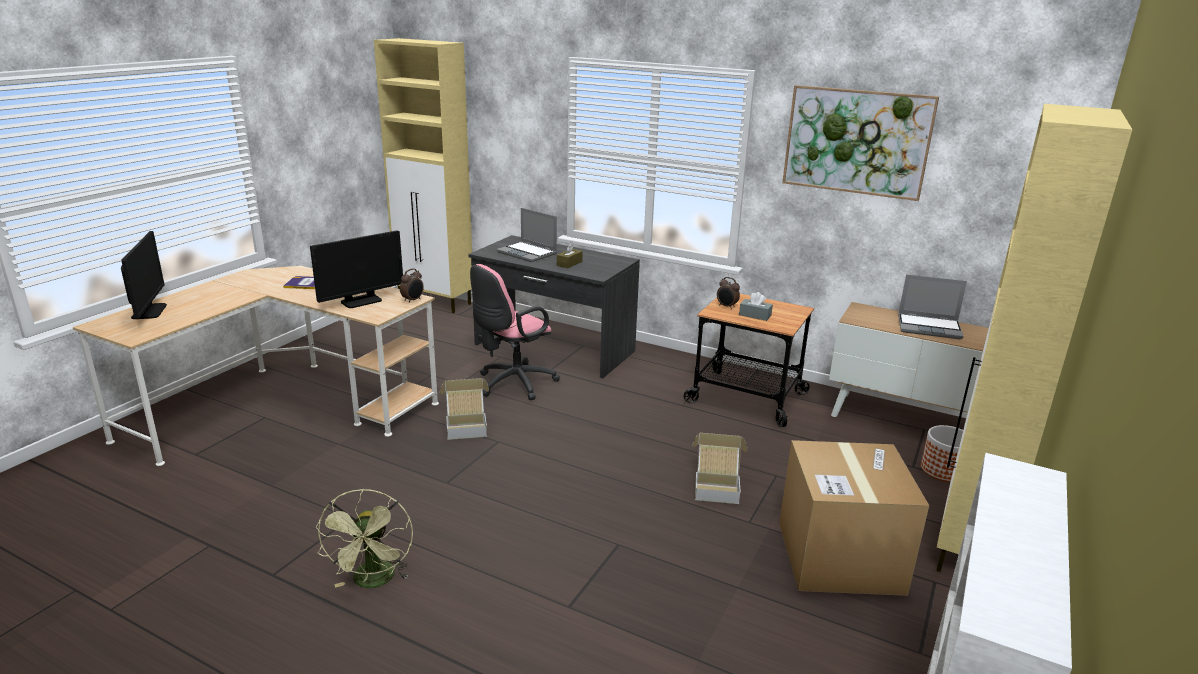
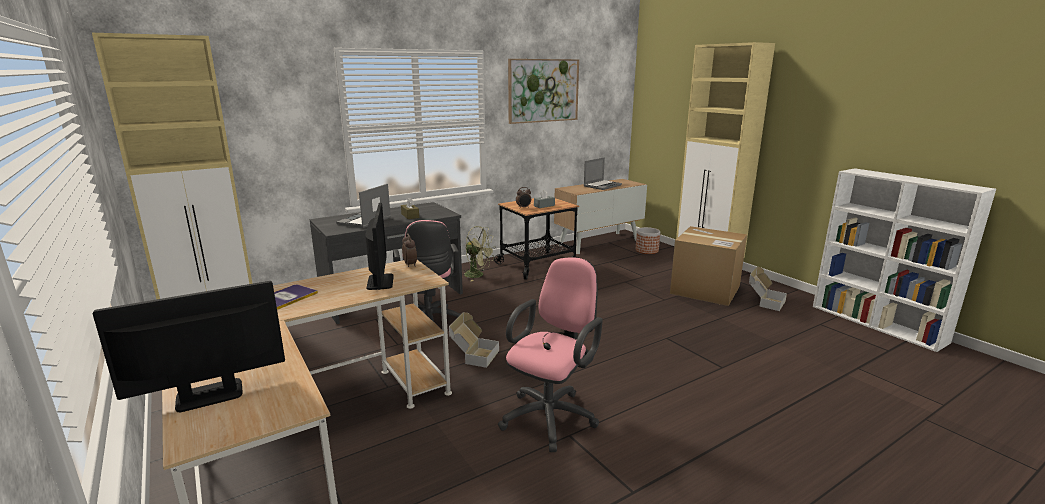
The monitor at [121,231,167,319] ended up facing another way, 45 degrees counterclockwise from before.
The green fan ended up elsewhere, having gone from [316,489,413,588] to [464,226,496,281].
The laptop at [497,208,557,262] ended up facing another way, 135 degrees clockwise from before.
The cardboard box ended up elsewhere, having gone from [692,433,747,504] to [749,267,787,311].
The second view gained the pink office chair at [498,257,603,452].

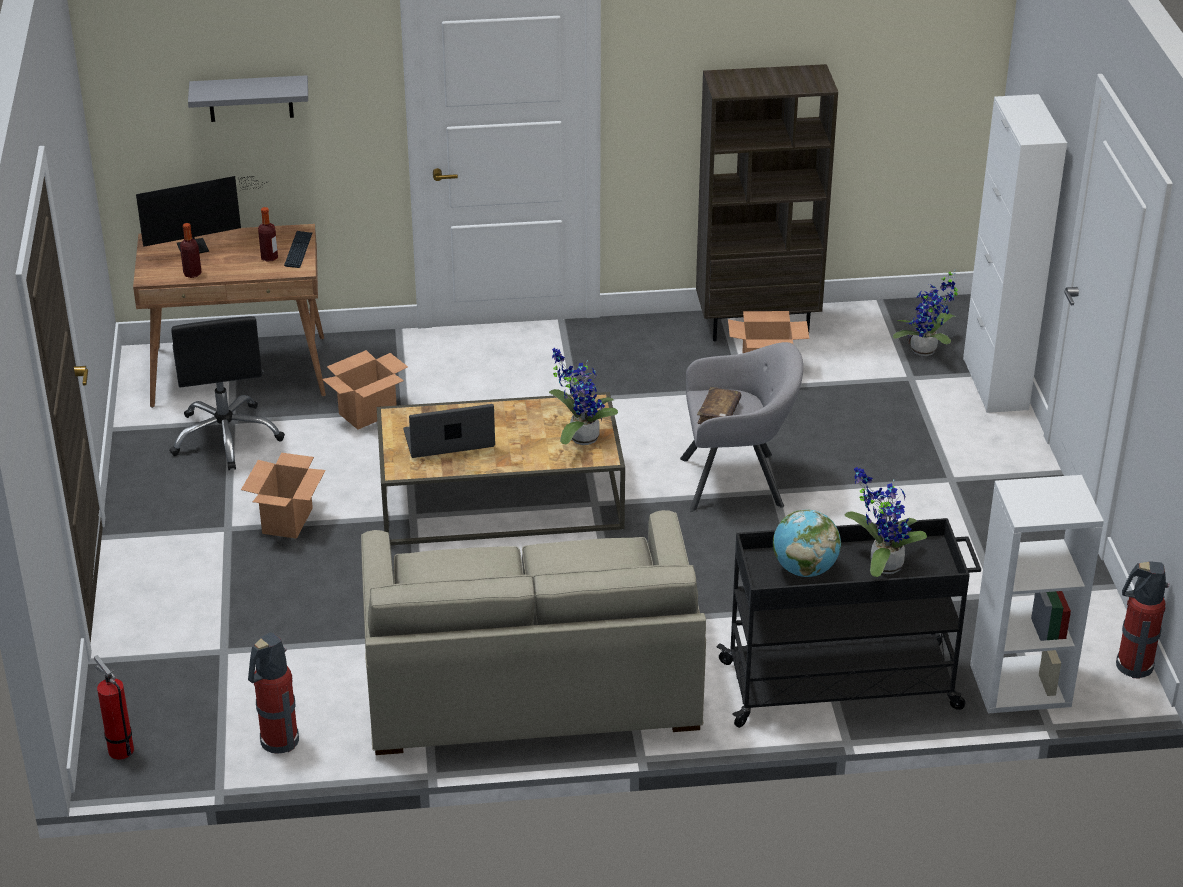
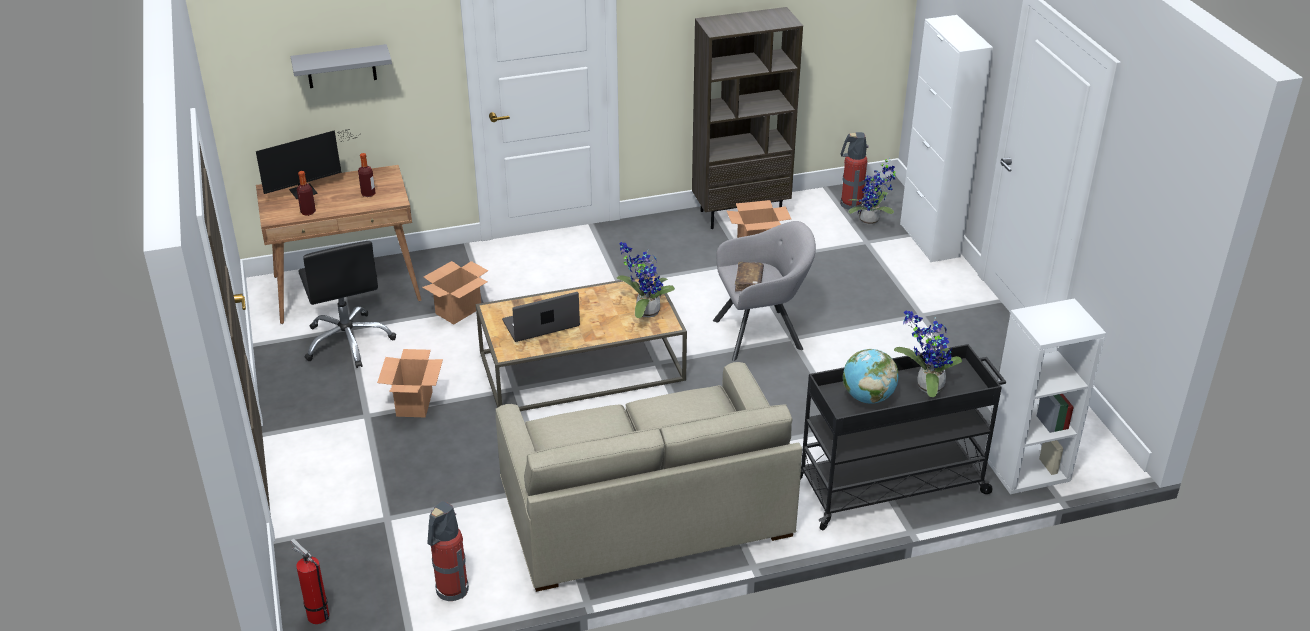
The second view lost the keyboard at [284,231,312,268].
The fire extinguisher ended up elsewhere, having gone from [1116,561,1169,679] to [840,132,869,210].

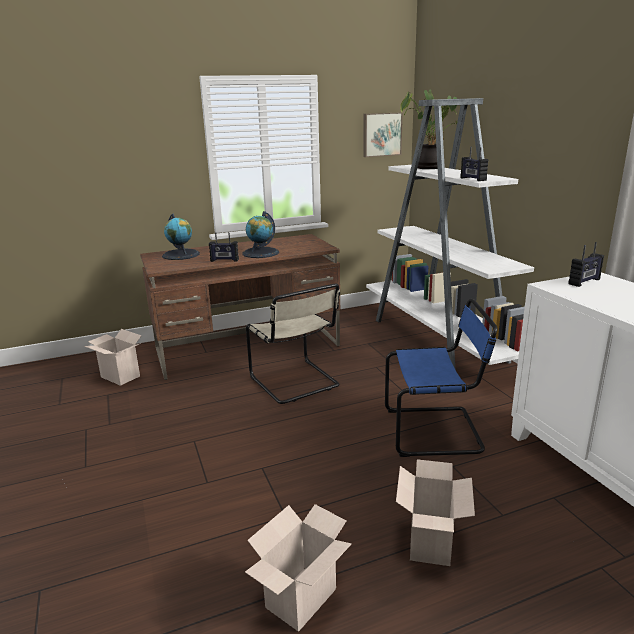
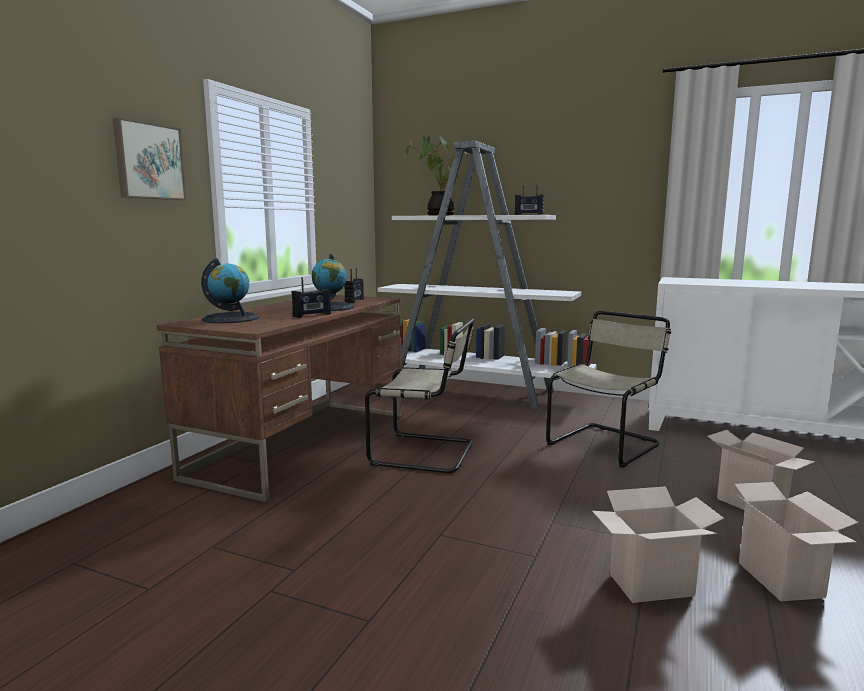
The cardboard box ended up elsewhere, having gone from [84,329,142,386] to [592,486,724,603].
The picture ended up elsewhere, having gone from [363,112,403,157] to [113,117,187,200].
What was the blue chair at [385,299,497,457] turned into the beige chair at [546,311,671,468].
The radio ended up elsewhere, having gone from [569,242,604,287] to [344,268,364,303].

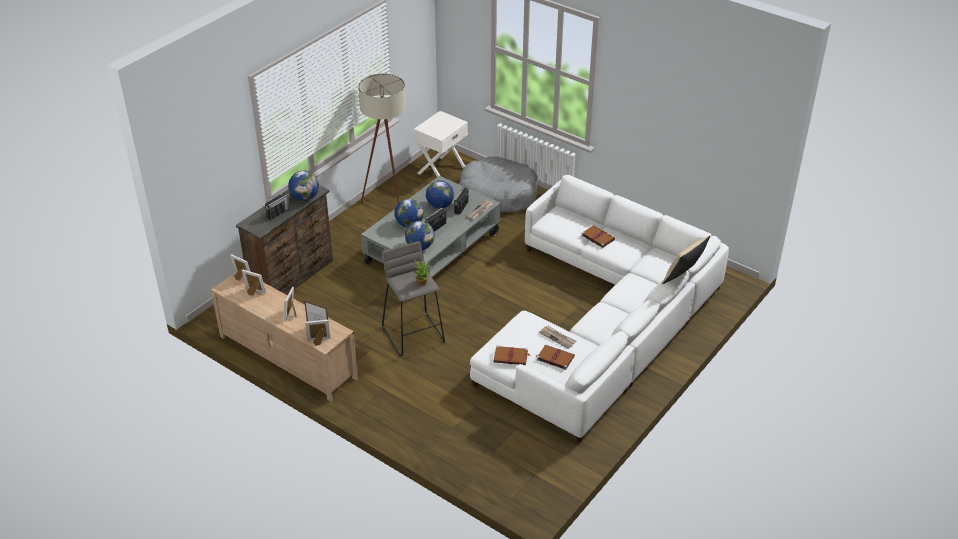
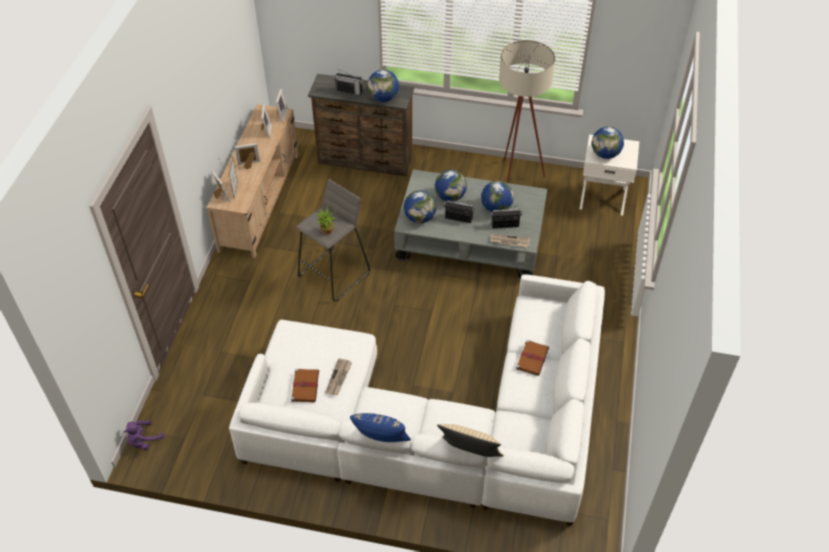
The second view lost the grey dog bed at [459,157,537,213].
The second view lost the brown book at [494,346,530,365].
The second view gained the purple plush toy at [124,420,164,450].
The second view gained the blue pillow at [350,413,411,442].
The second view gained the globe at [591,127,624,159].

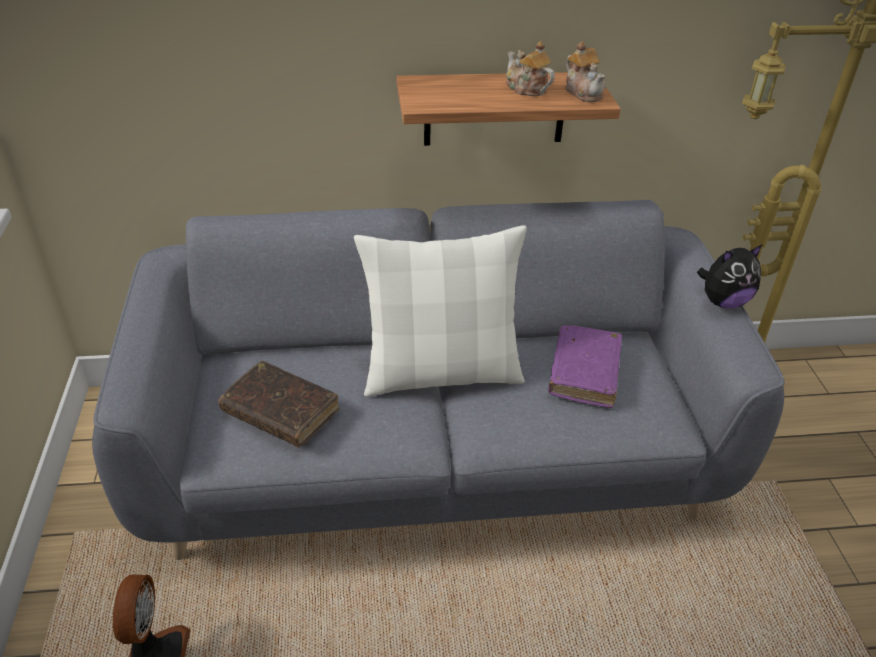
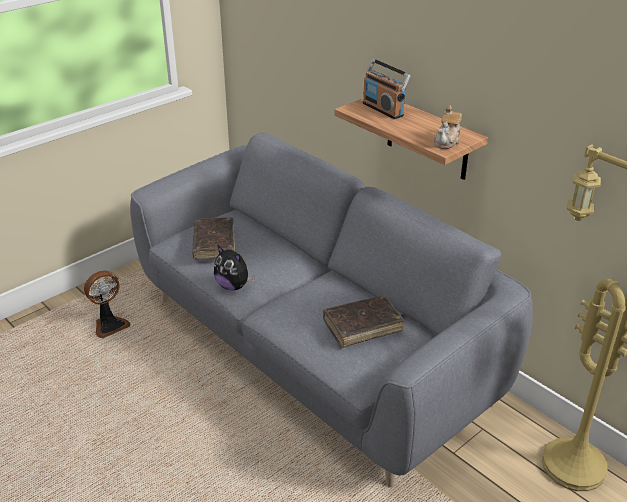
The second view lost the white pillow at [354,225,527,397].
The second view lost the teapot at [506,41,555,96].
What was the purple book at [548,326,622,408] turned into the brown book at [323,296,404,348].
The plush toy ended up elsewhere, having gone from [697,244,763,308] to [214,246,255,290].
The second view gained the radio at [363,59,411,119].

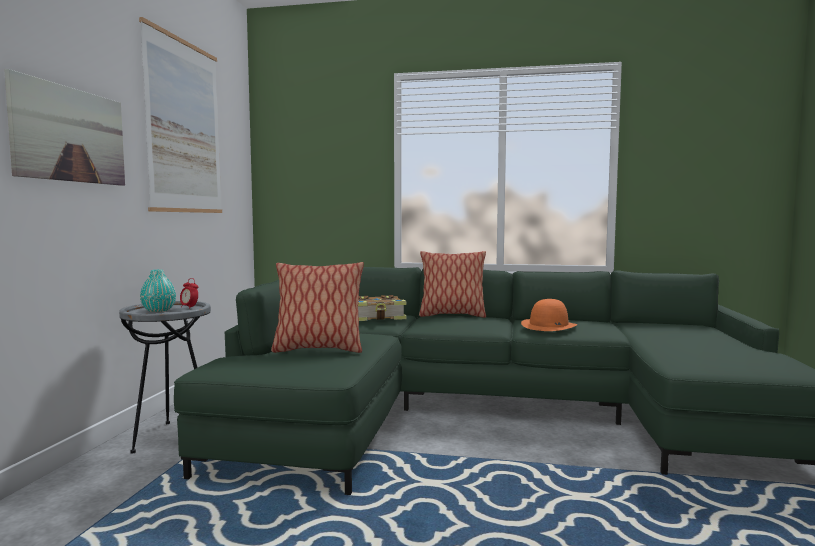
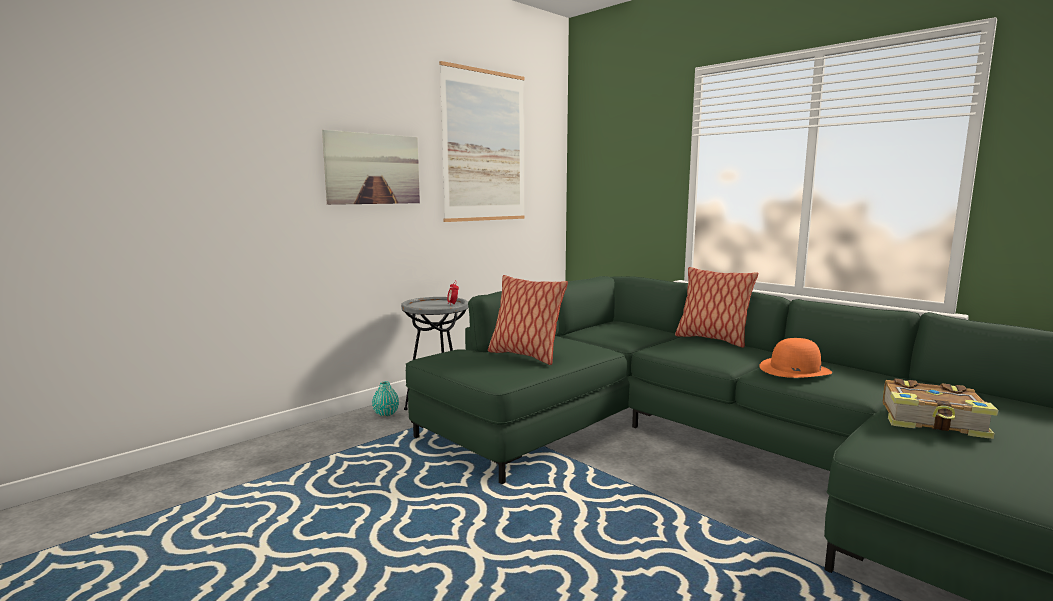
The turquoise vase ended up elsewhere, having gone from [140,270,176,312] to [372,381,399,416].
The book ended up elsewhere, having gone from [358,295,406,321] to [883,379,998,439].

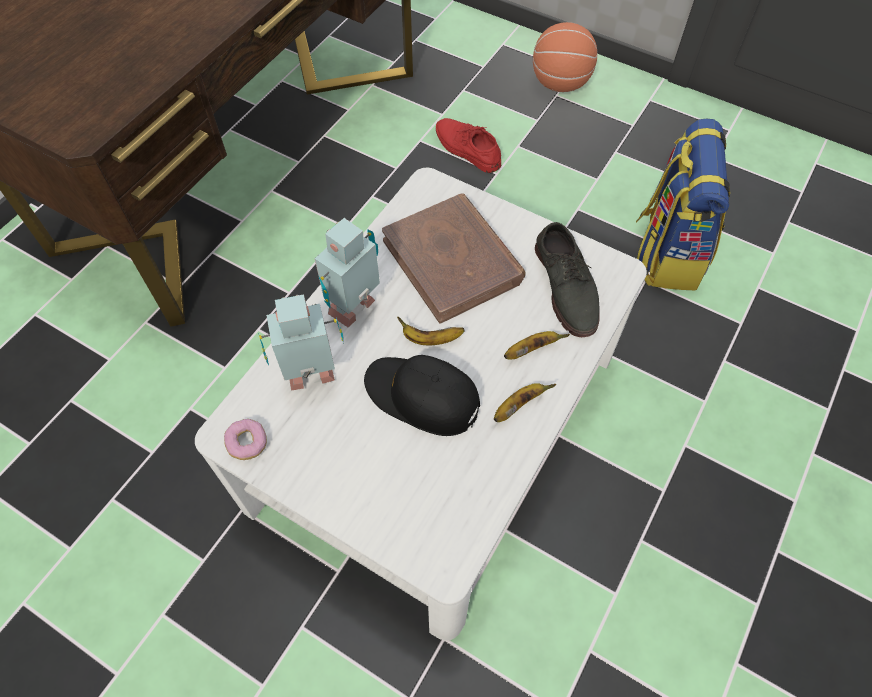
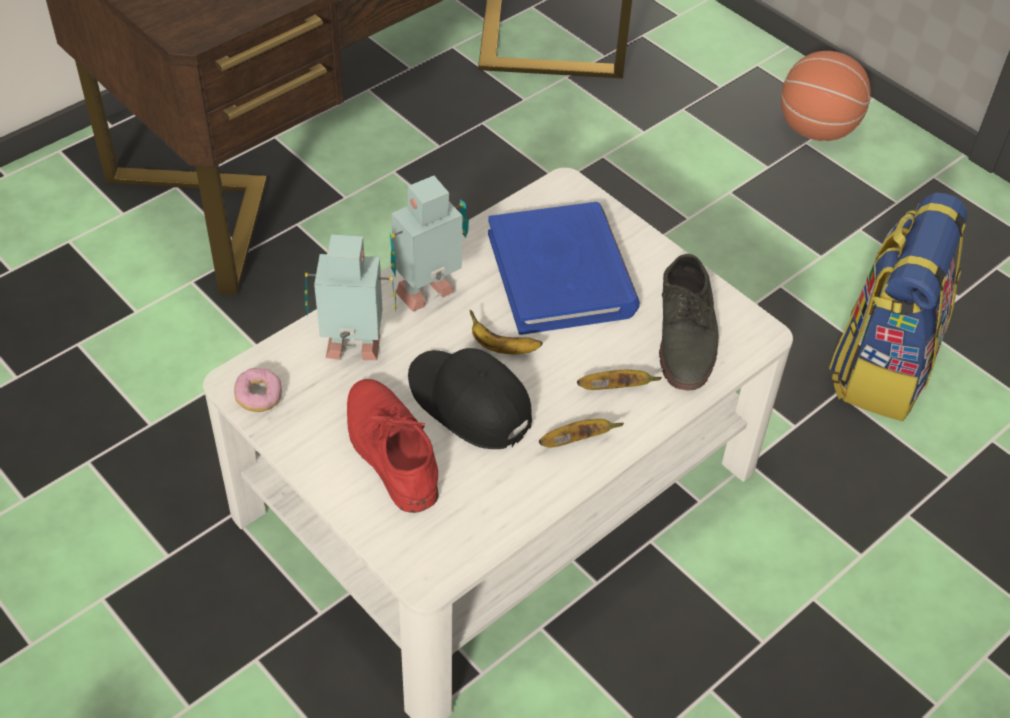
What was the brown book at [382,193,525,324] turned into the blue book at [488,202,640,335].
The red shoe ended up elsewhere, having gone from [436,118,501,173] to [347,379,439,513].

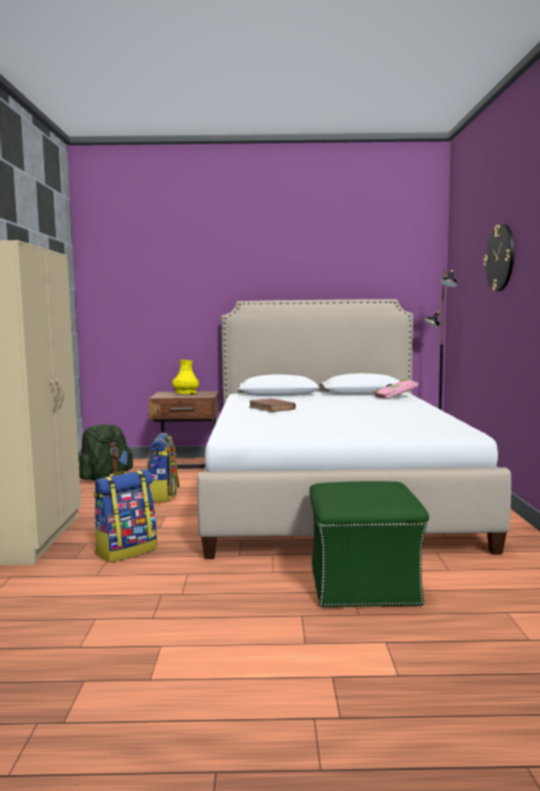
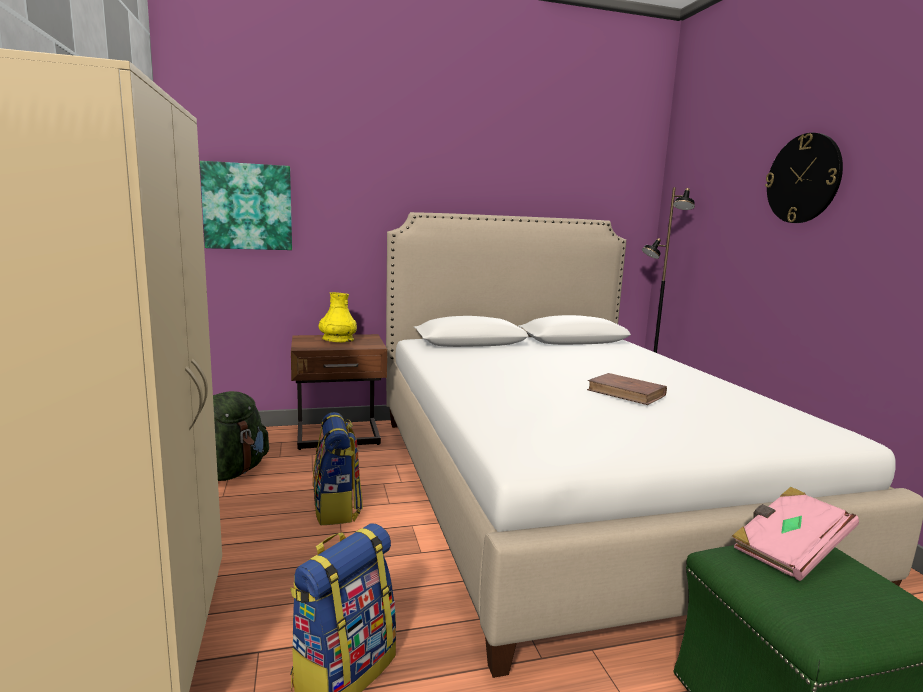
The brown book ended up elsewhere, having gone from [250,398,296,412] to [587,373,667,405].
The pink book ended up elsewhere, having gone from [373,379,419,399] to [732,487,859,581].
The second view gained the picture at [200,161,292,250].

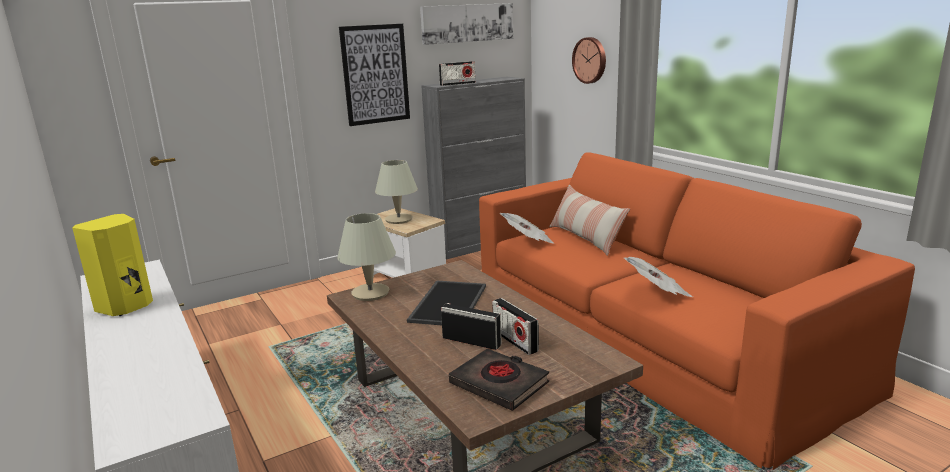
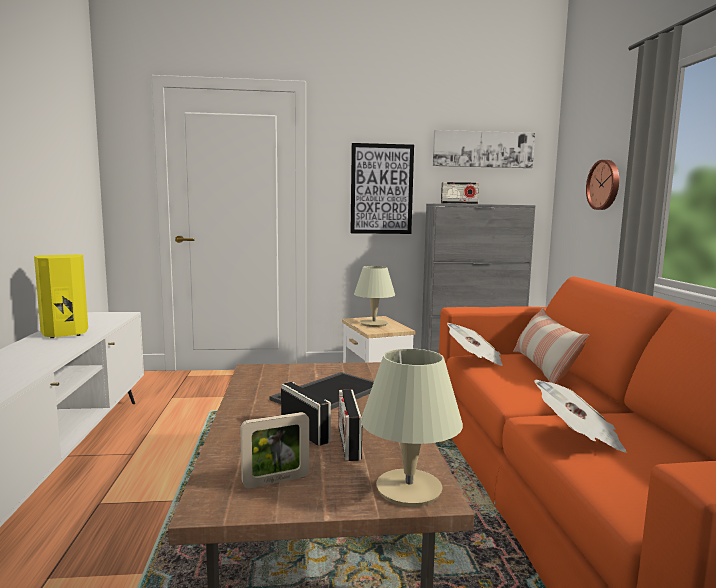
The beige table lamp ended up elsewhere, having gone from [337,213,396,301] to [361,349,463,507].
Where the black book stood at [449,349,549,411], the picture frame came to stand at [240,412,309,488].

